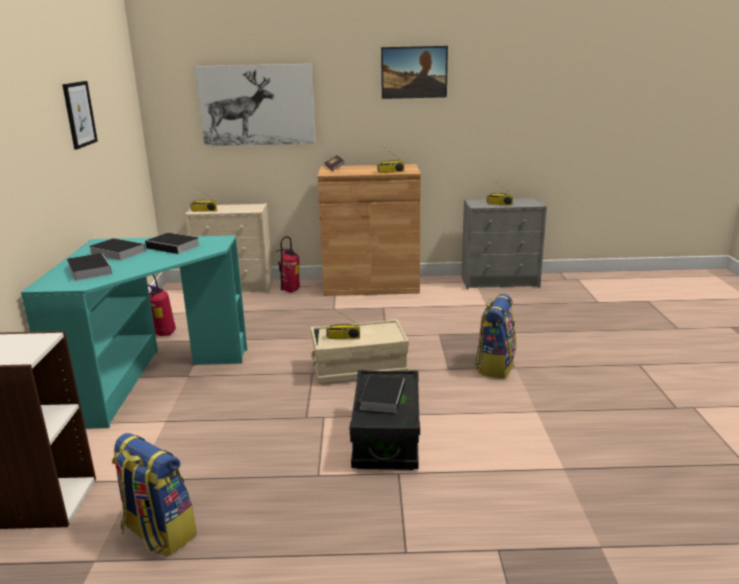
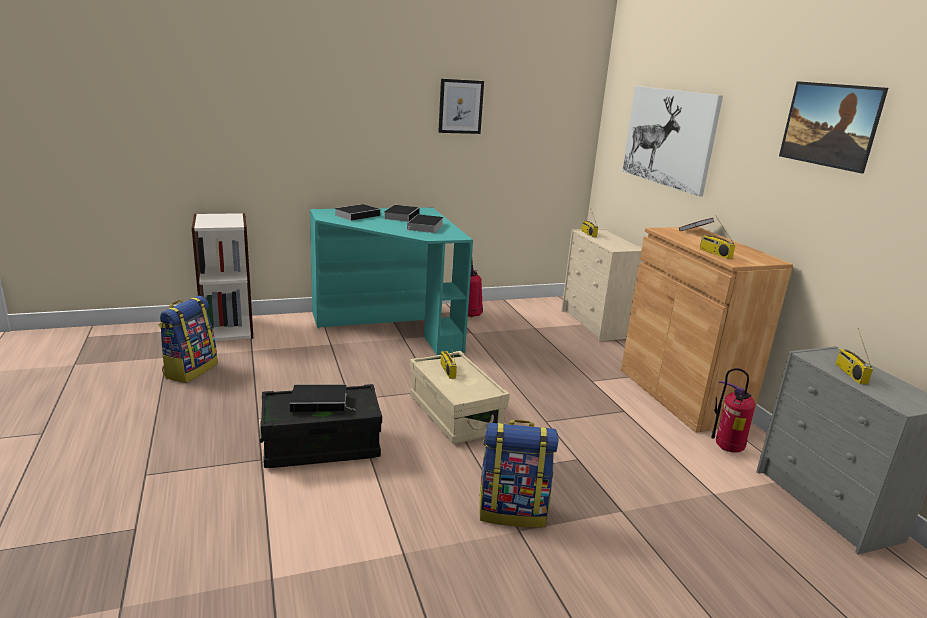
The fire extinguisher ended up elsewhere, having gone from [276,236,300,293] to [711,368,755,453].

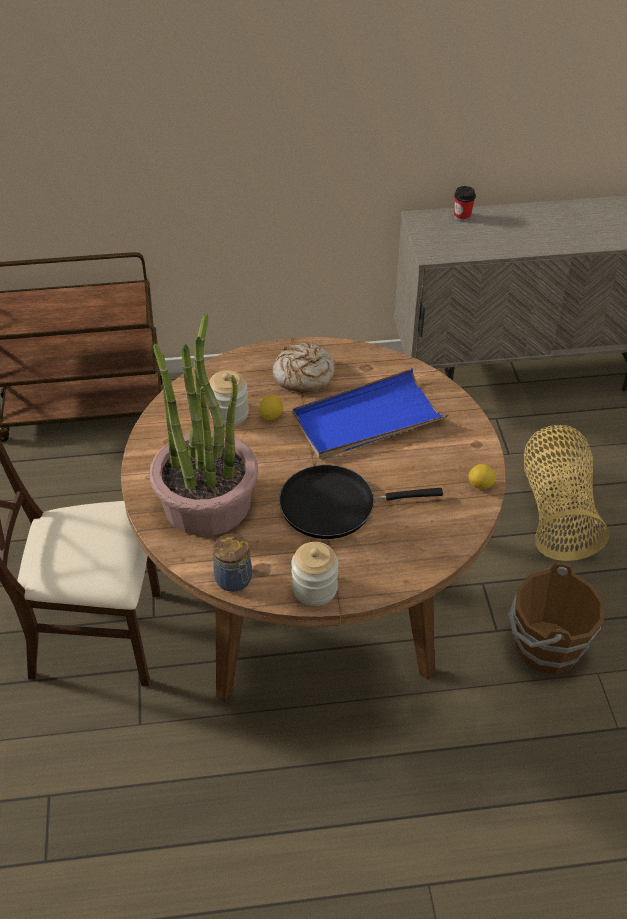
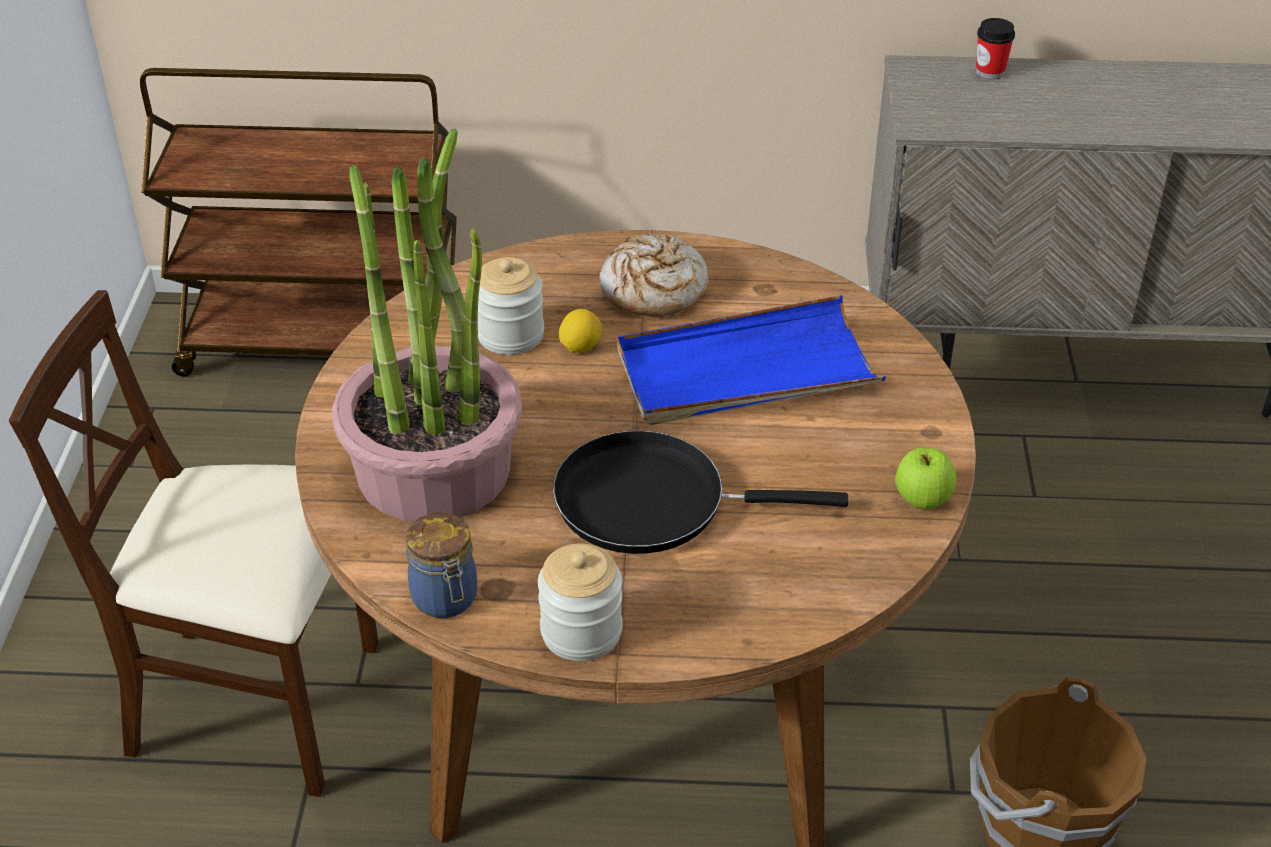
Where the lemon stood at [469,464,496,489], the apple came to stand at [895,448,957,509].
The second view lost the basket at [524,425,609,561].

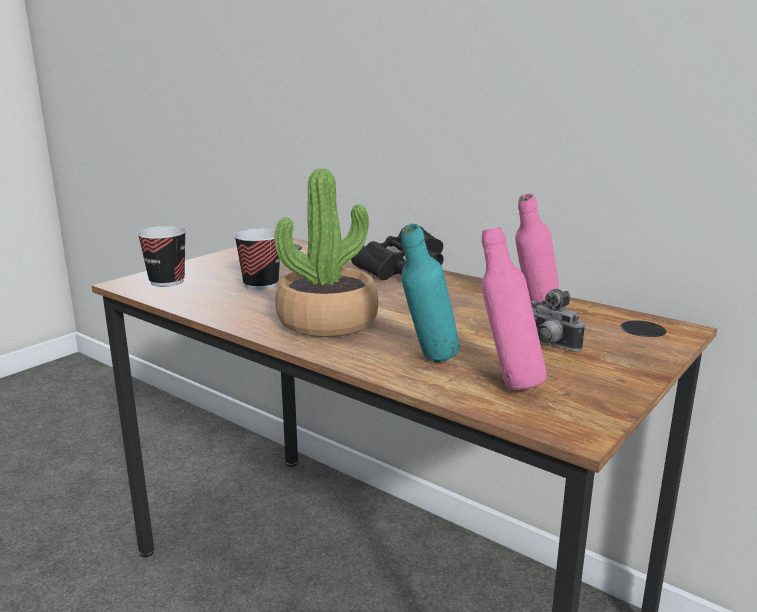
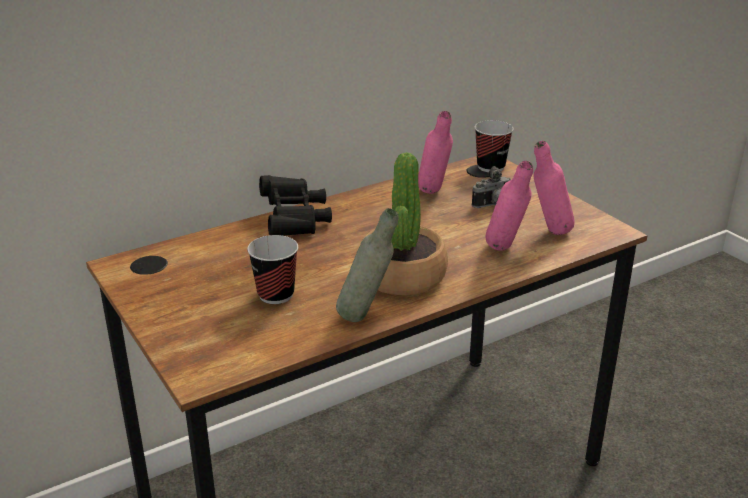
The cup ended up elsewhere, having gone from [137,226,186,287] to [474,120,514,172].
What was the turquoise bottle at [401,224,460,362] turned into the pink bottle at [486,161,533,251].
The second view gained the grey bottle at [336,208,399,322].

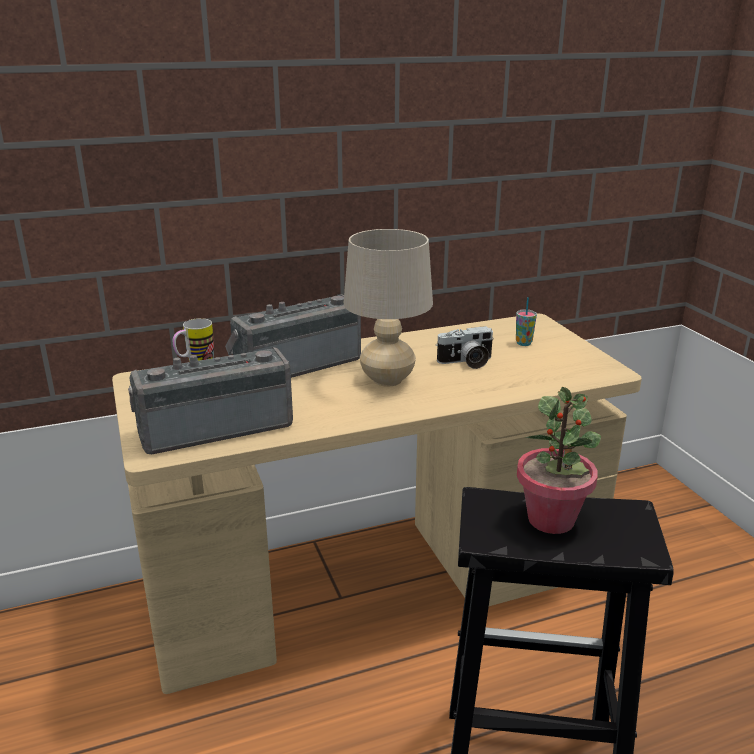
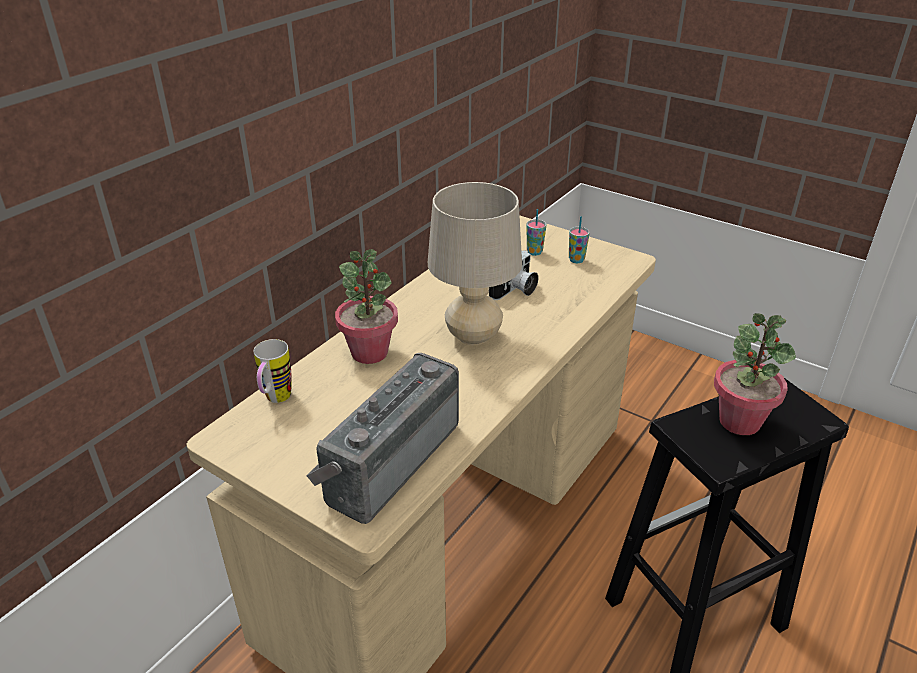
Where the radio stood at [225,294,361,378], the potted plant came to stand at [335,249,398,364].
The second view gained the cup at [569,216,590,263].

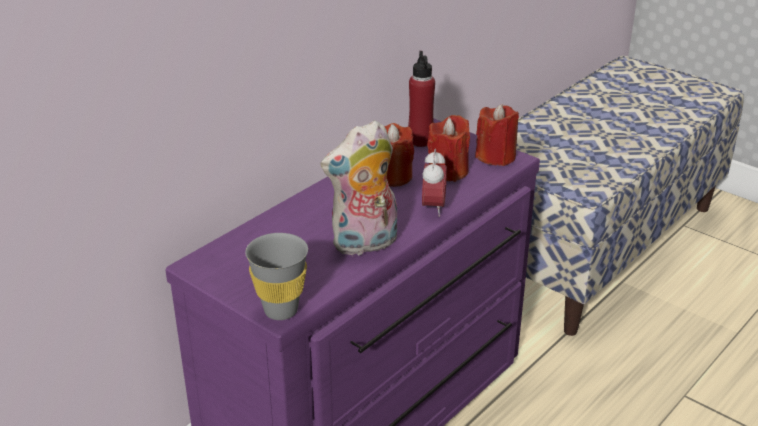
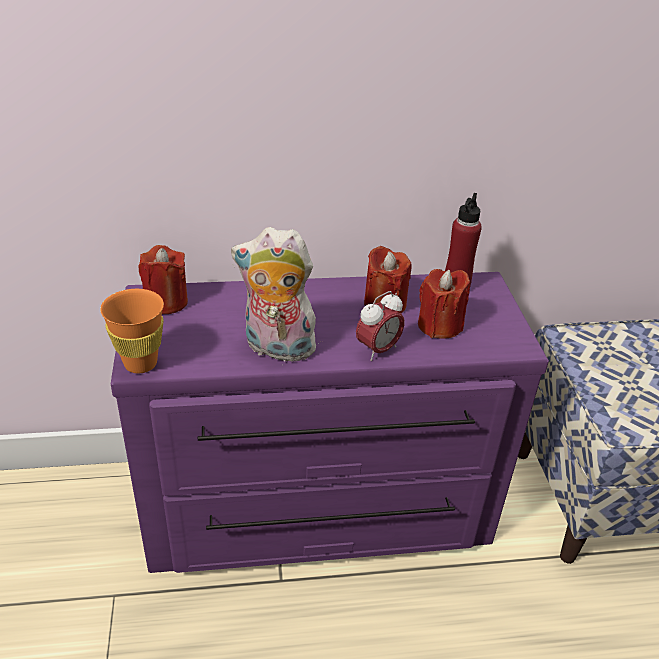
What was the grey cup at [245,233,308,320] turned into the orange cup at [100,289,164,373].
The red candle ended up elsewhere, having gone from [475,104,519,166] to [138,245,188,314].

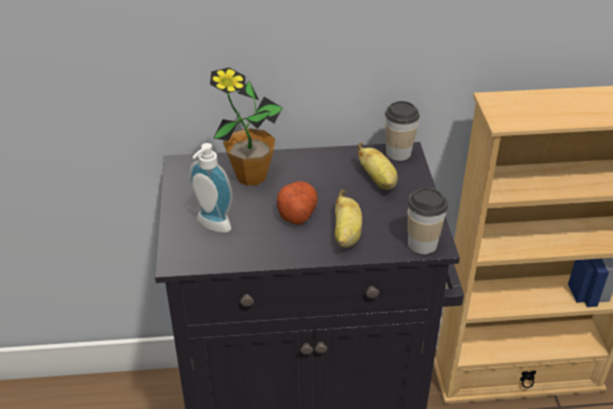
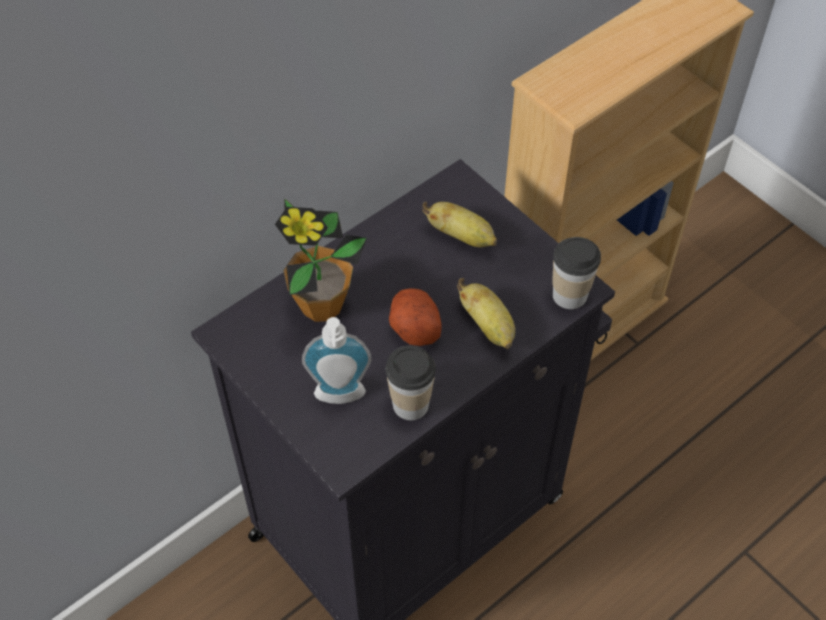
The cup ended up elsewhere, having gone from [385,101,420,161] to [385,346,436,421].

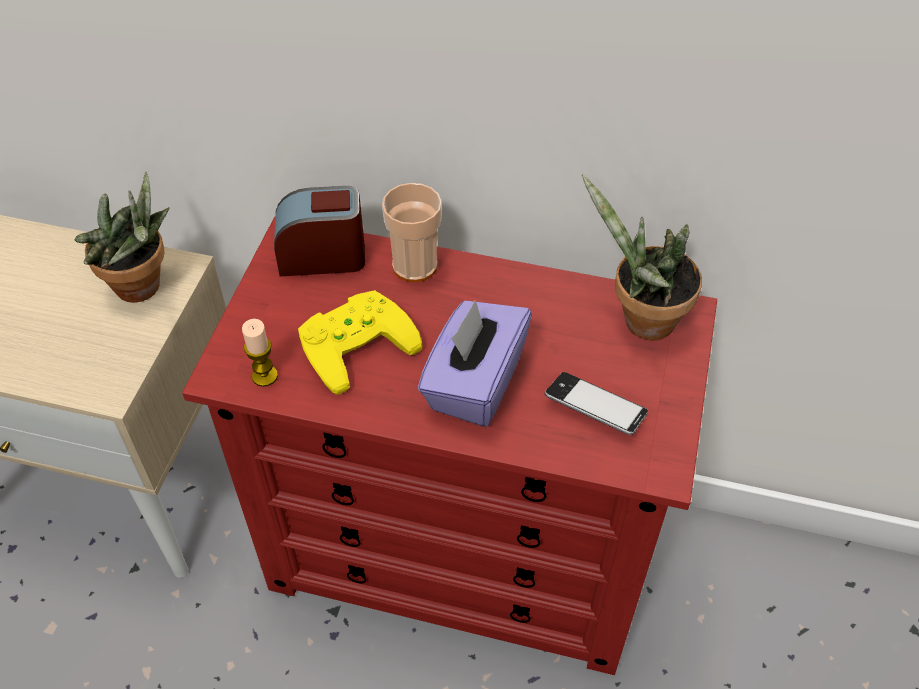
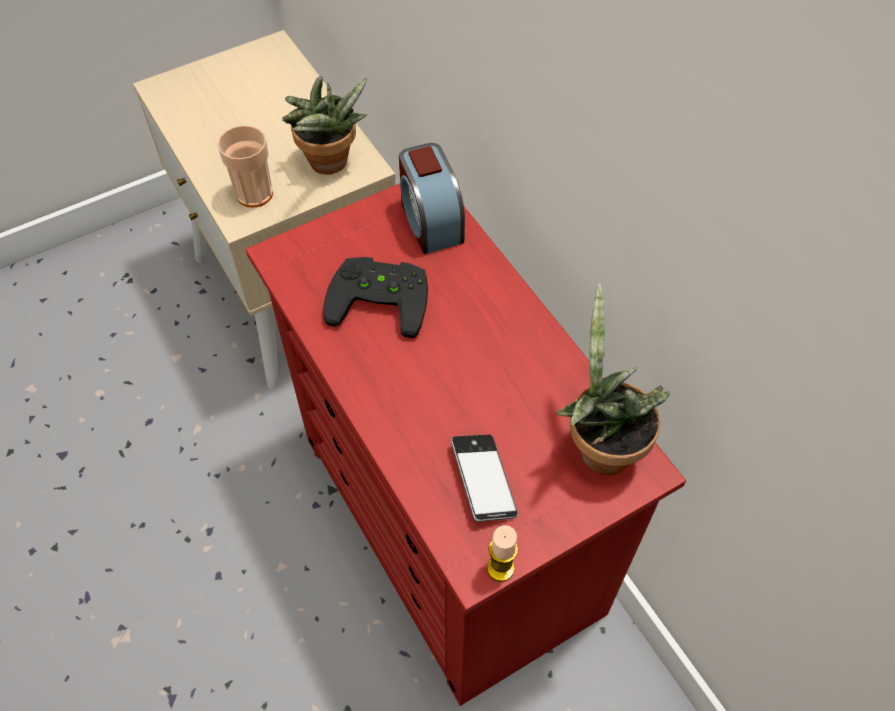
The candle ended up elsewhere, having gone from [242,319,278,387] to [487,525,518,582].
The alarm clock at [274,186,365,276] ended up facing another way, 150 degrees counterclockwise from before.
What was the yellow game controller at [298,290,422,395] turned into the black game controller at [323,257,428,338].
The cup ended up elsewhere, having gone from [382,183,442,282] to [217,125,273,208].
The second view lost the purple tissue box at [418,300,532,427].

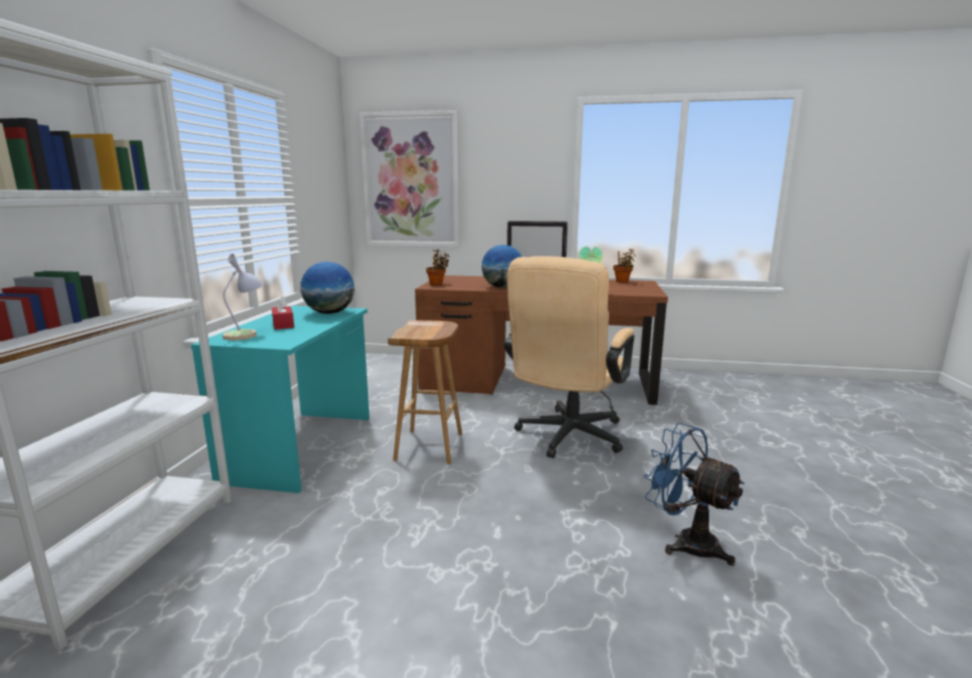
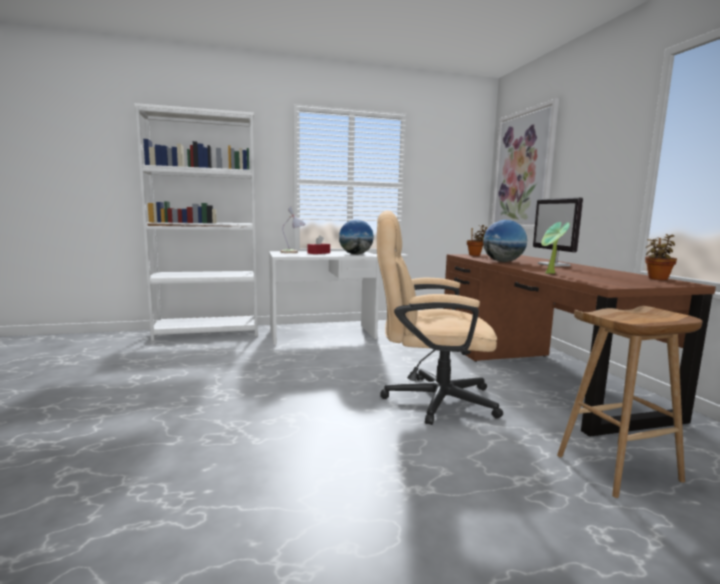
What was the turquoise desk at [191,306,370,493] turned into the white desk at [269,251,380,345].
The brown stool ended up elsewhere, having gone from [388,320,462,464] to [557,306,703,498].
The second view lost the blue fan at [644,423,745,566].

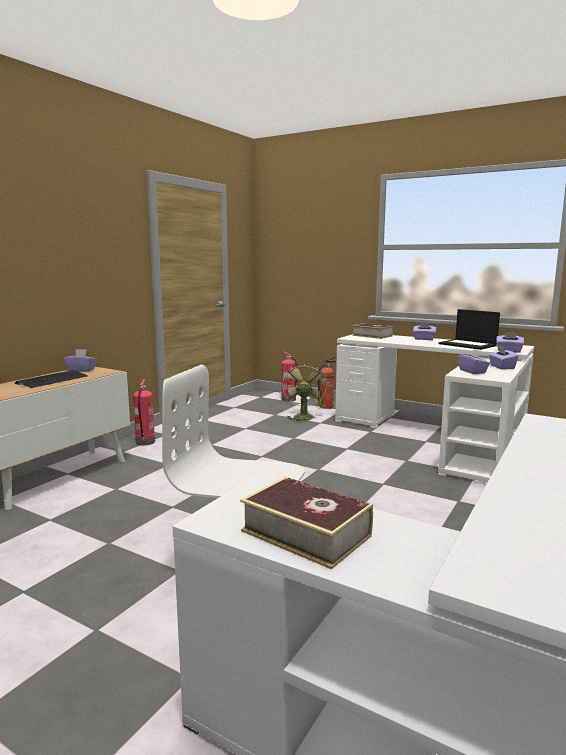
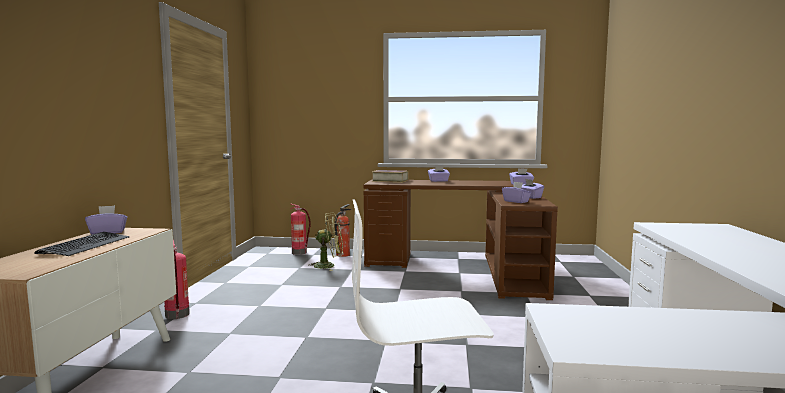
The second view lost the book at [240,477,373,569].
The green fan at [282,363,327,422] ended up facing another way, 105 degrees clockwise from before.
What was the white desk at [335,334,534,482] turned into the brown desk at [363,179,558,300].
The second view lost the laptop at [439,309,500,350].

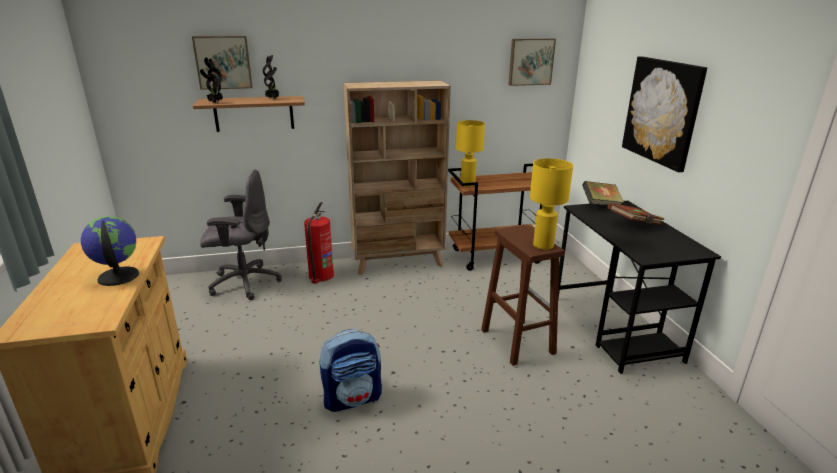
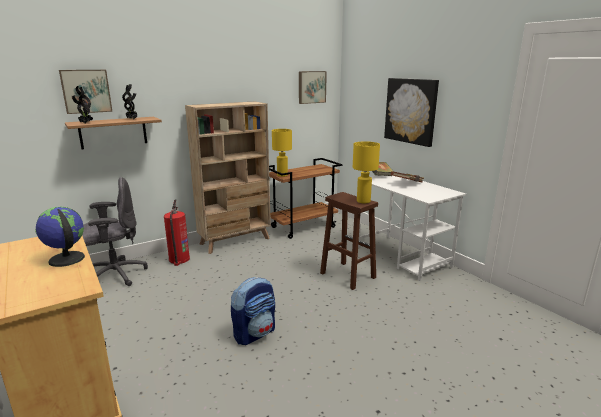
What was the black desk at [558,201,721,374] turned into the white desk at [358,175,466,281].

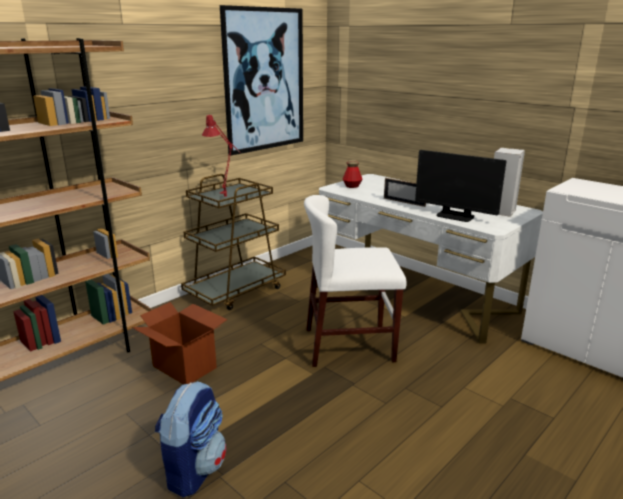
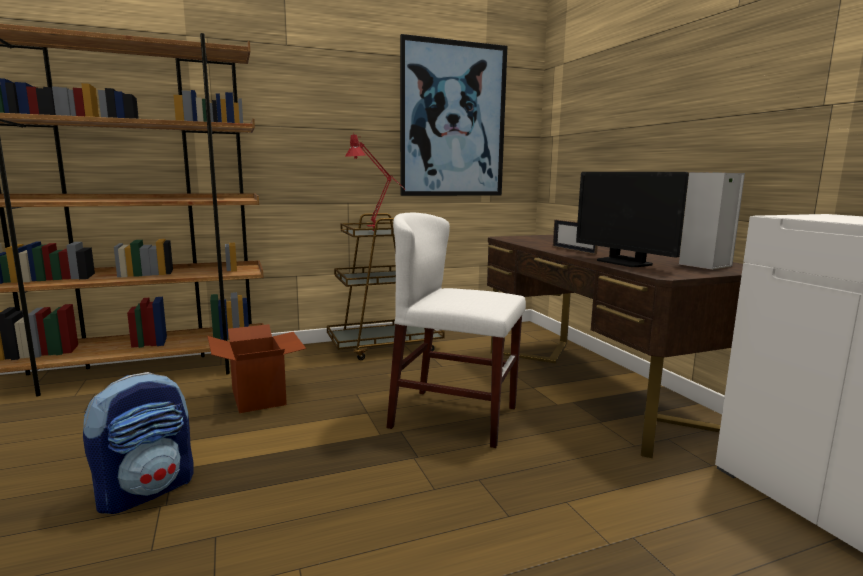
What was the white desk at [319,174,543,344] turned into the brown desk at [487,235,743,458].
The second view lost the bottle at [343,160,363,188].

